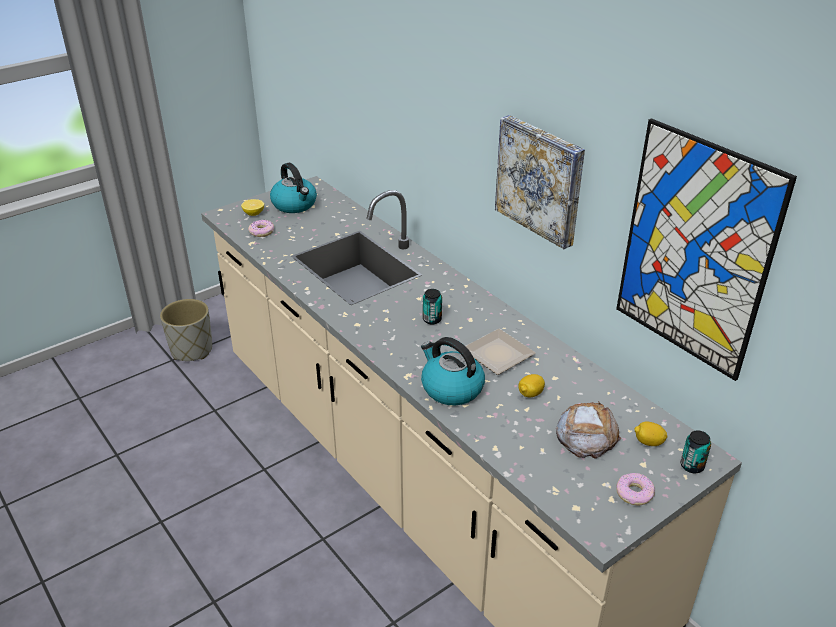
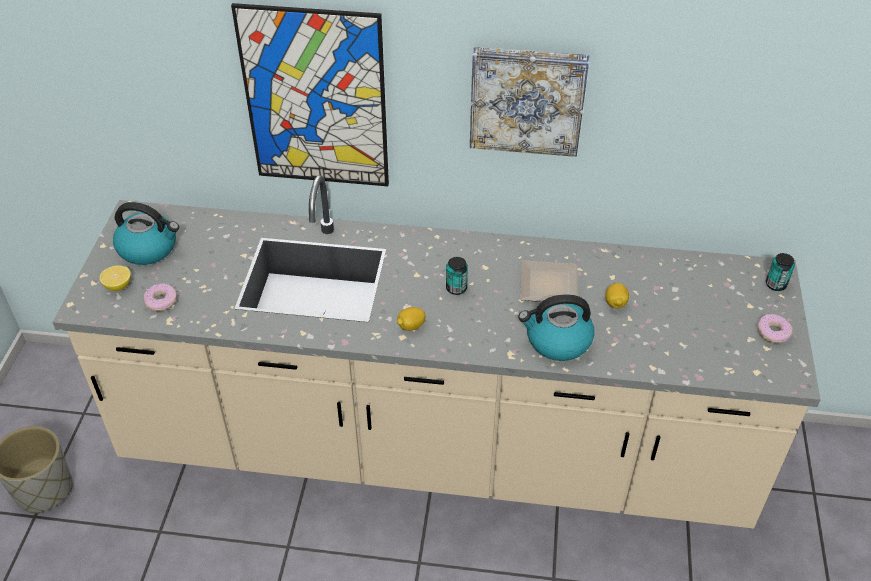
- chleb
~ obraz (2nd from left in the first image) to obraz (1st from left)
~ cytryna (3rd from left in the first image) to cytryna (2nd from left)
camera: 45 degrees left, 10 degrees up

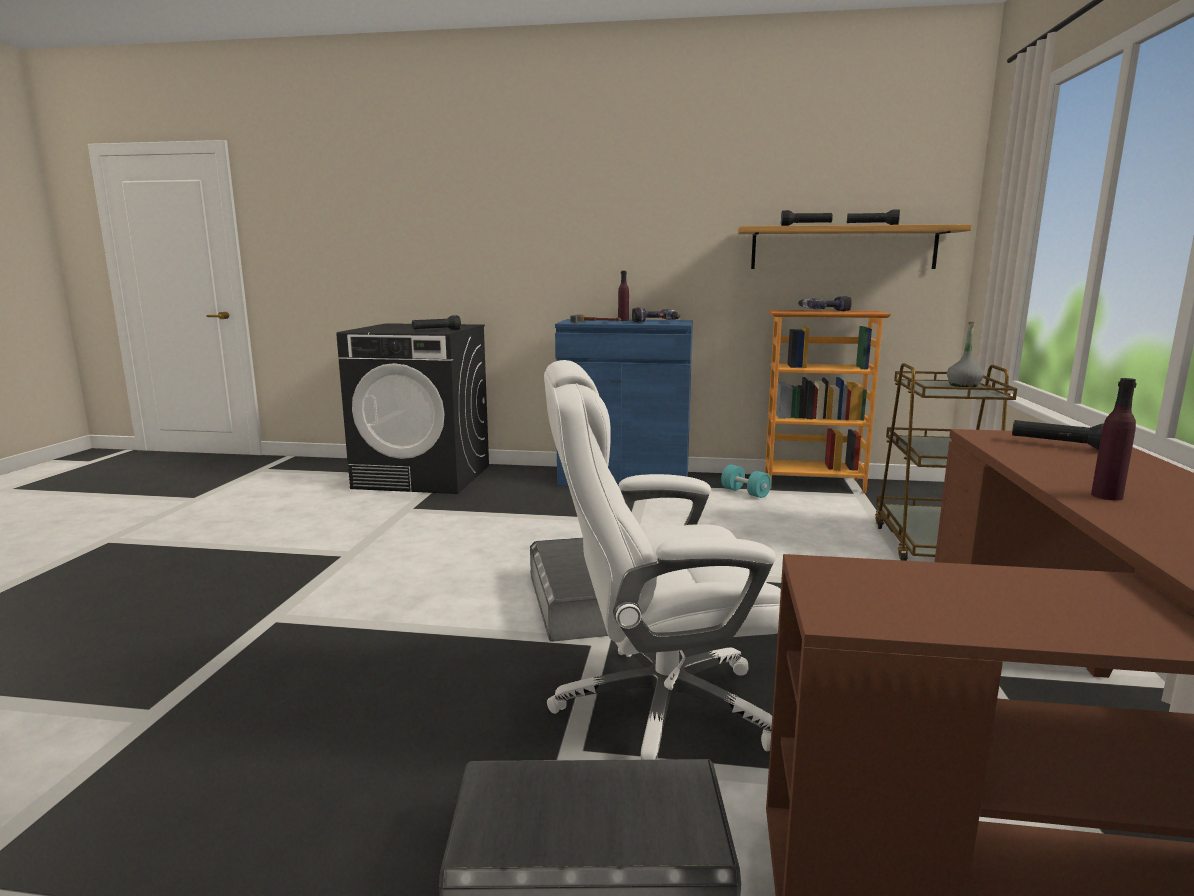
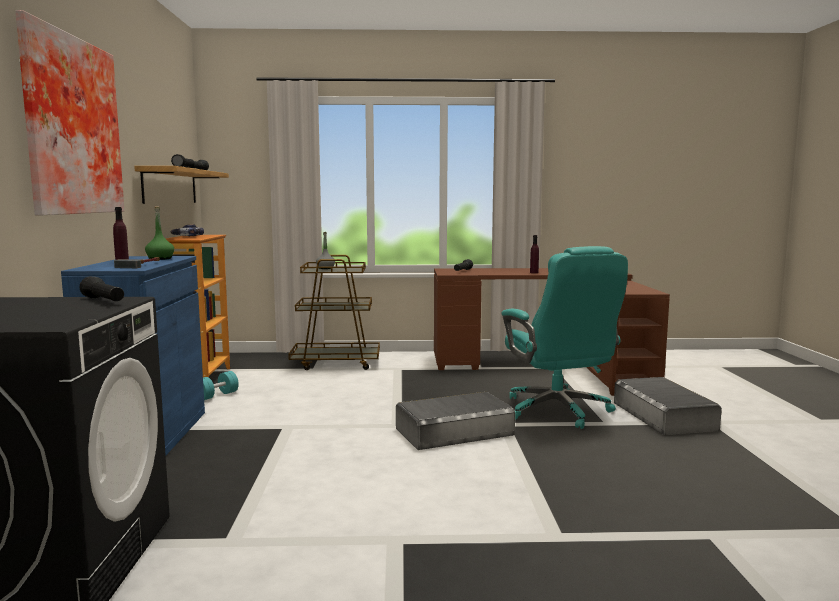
~ krzesło biurowe/biały to krzesło biurowe/turkusowy
~ wiertarka (1st from left) to butelka/zielony
+ obraz
camera: 100 degrees left, 5 degrees down

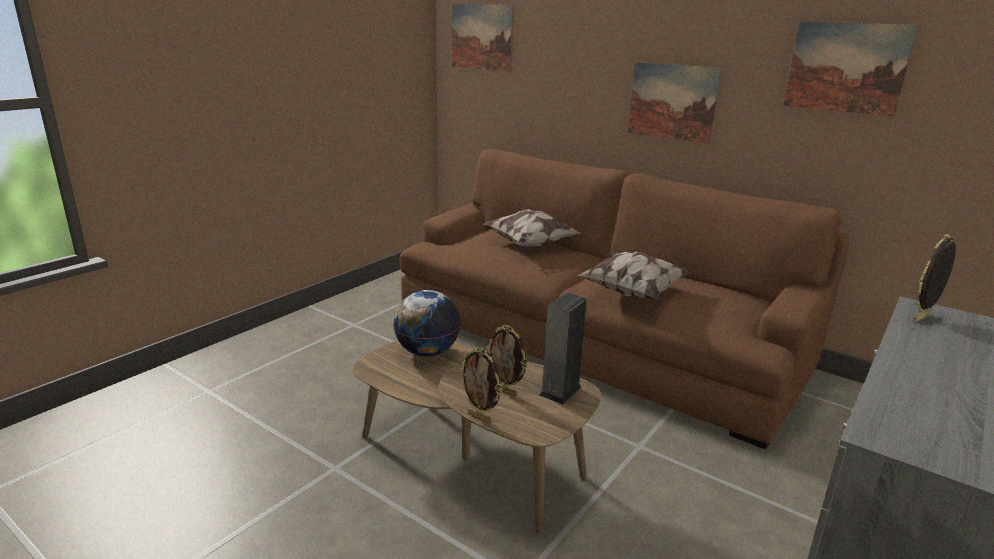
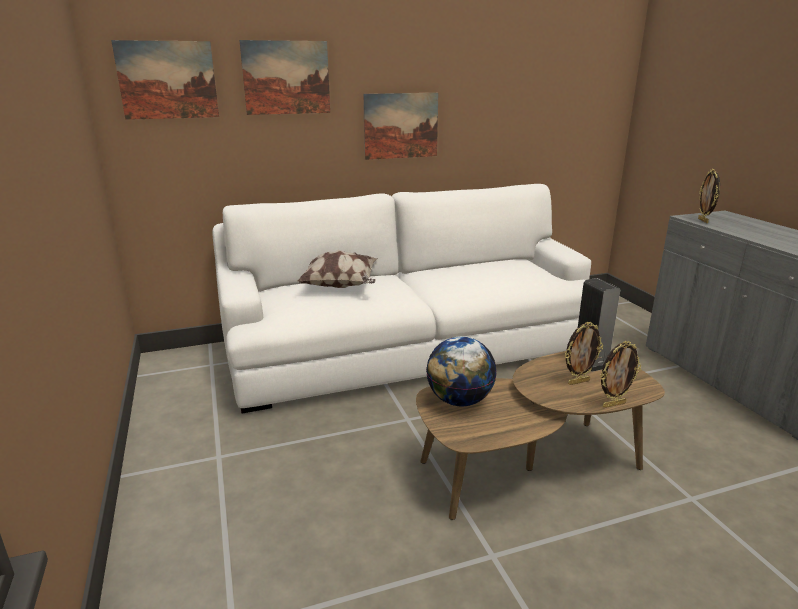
~ kanapa/brązowy to kanapa/biały
- poduszka (2nd from left)
~ obraz (3rd from left in the first image) to obraz (2nd from left)
camera: 55 degrees left, 0 degrees up

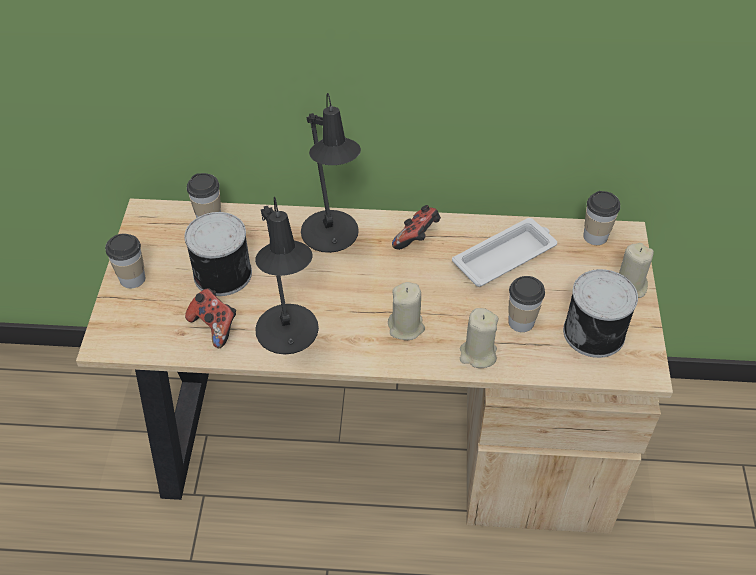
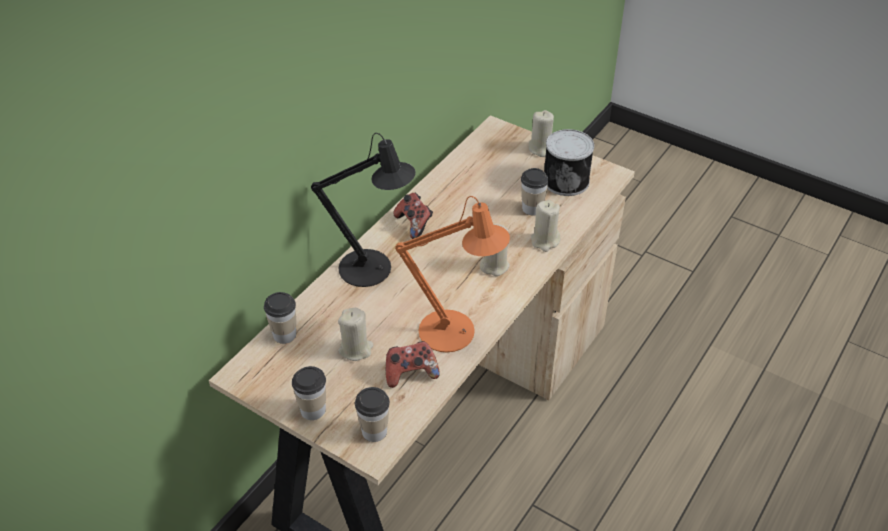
~ puszka (1st from left) to świeca/beżowy (1st from left)
~ lampa stołowa/czarny (1st from left) to lampa stołowa/pomarańczowy
- taca/biały
~ filiżanka (4th from left in the first image) to filiżanka (3rd from left)
camera: 60 degrees left, 5 degrees down

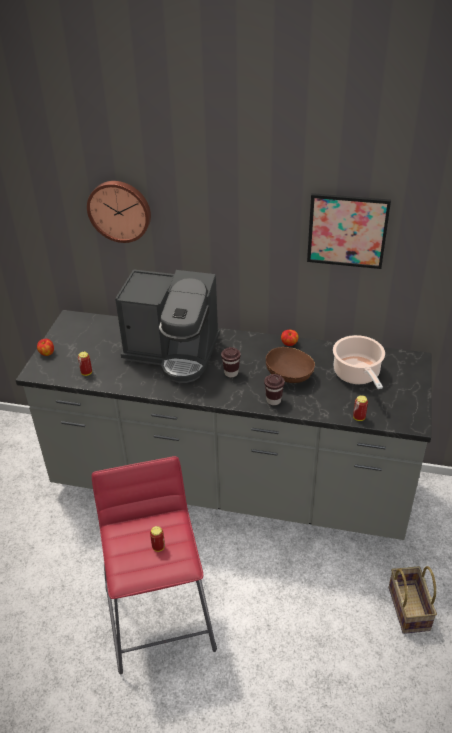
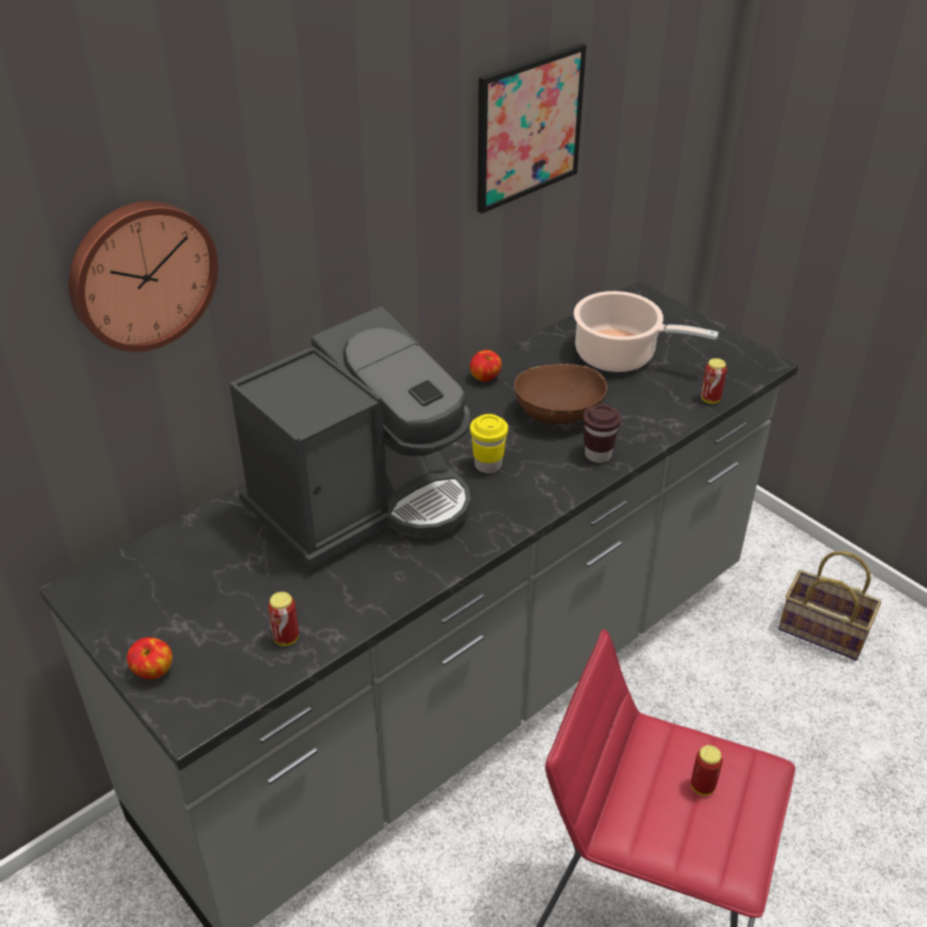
~ filiżanka/brązowy (1st from left) to filiżanka/żółty
camera: 55 degrees left, 0 degrees up

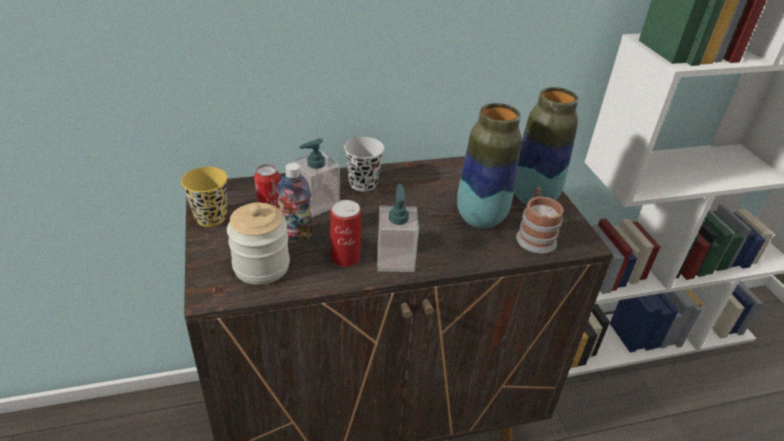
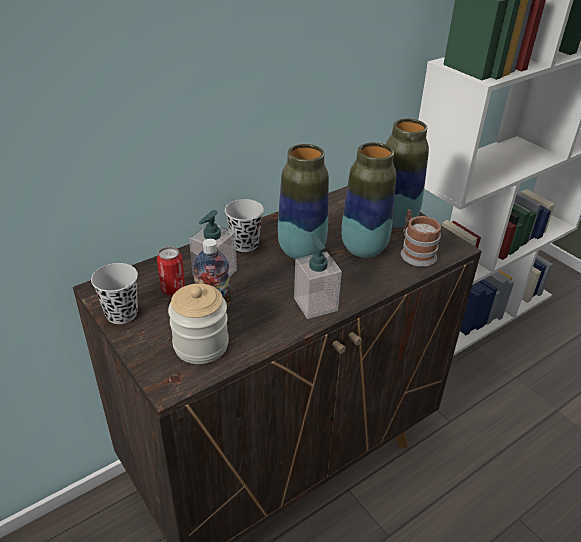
~ filiżanka/żółty to filiżanka/czarny (1st from left)
- puszka (2nd from left)
+ wazon (1st from left)
camera: 20 degrees left, 0 degrees up

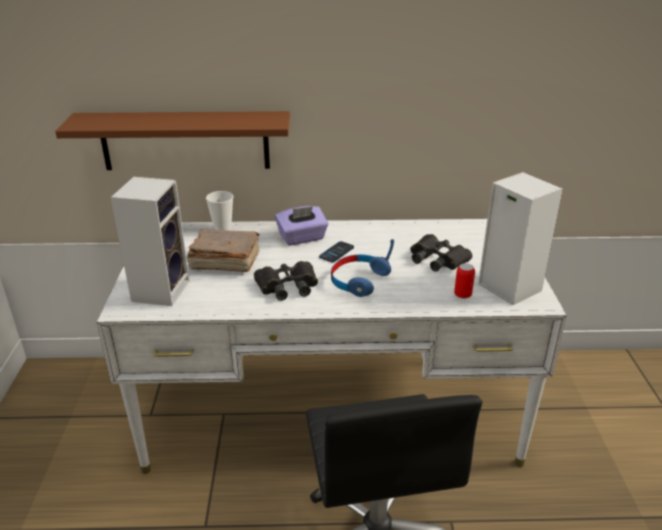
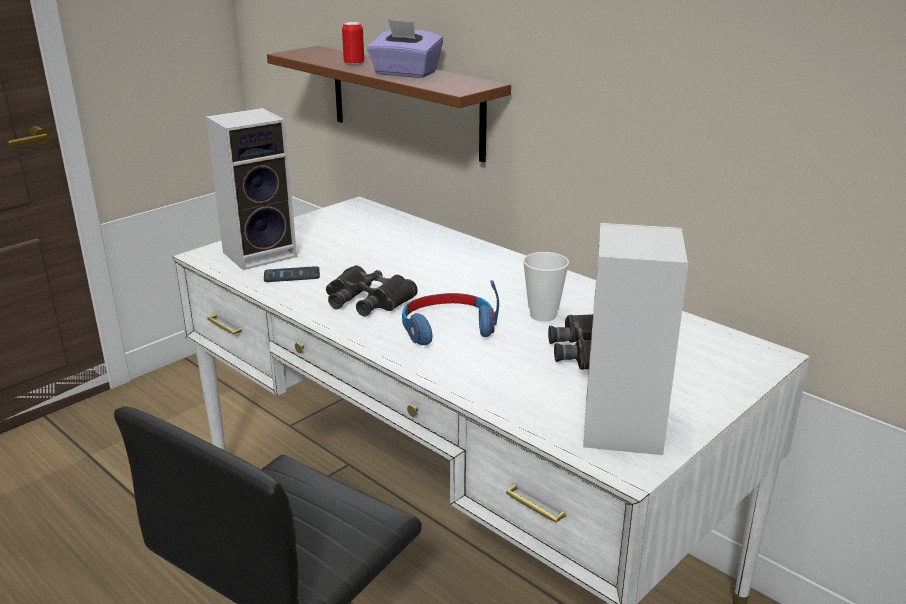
- książka/brązowy
~ filiżanka
~ pudełko chusteczek/fioletowy
~ telefon
~ puszka
camera: 45 degrees right, 5 degrees down

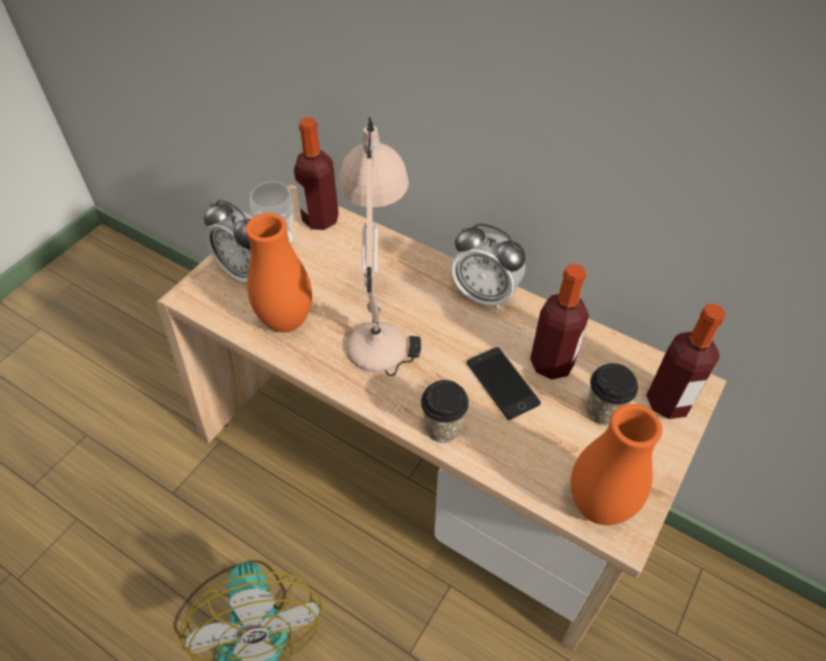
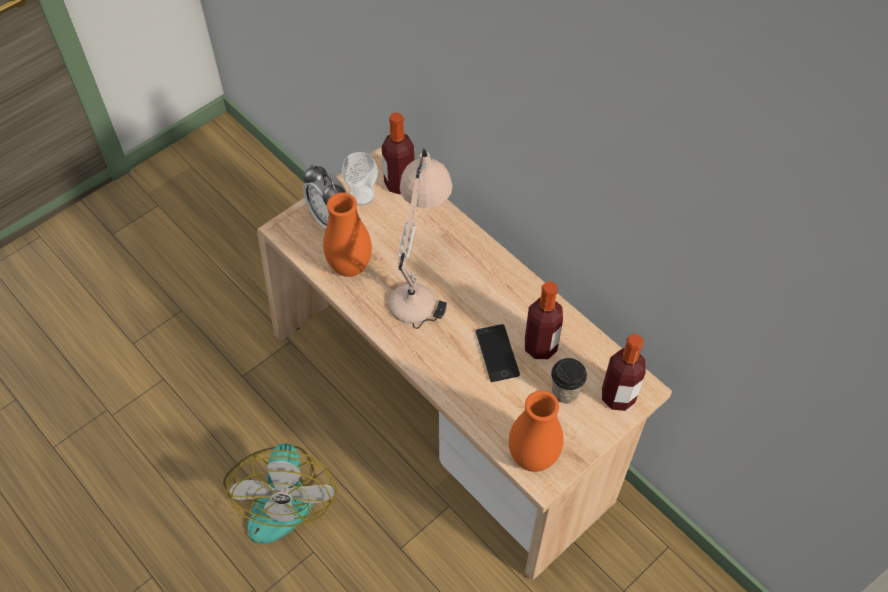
- filiżanka (2nd from left)
- budzik (2nd from left)
camera: 15 degrees right, 5 degrees up

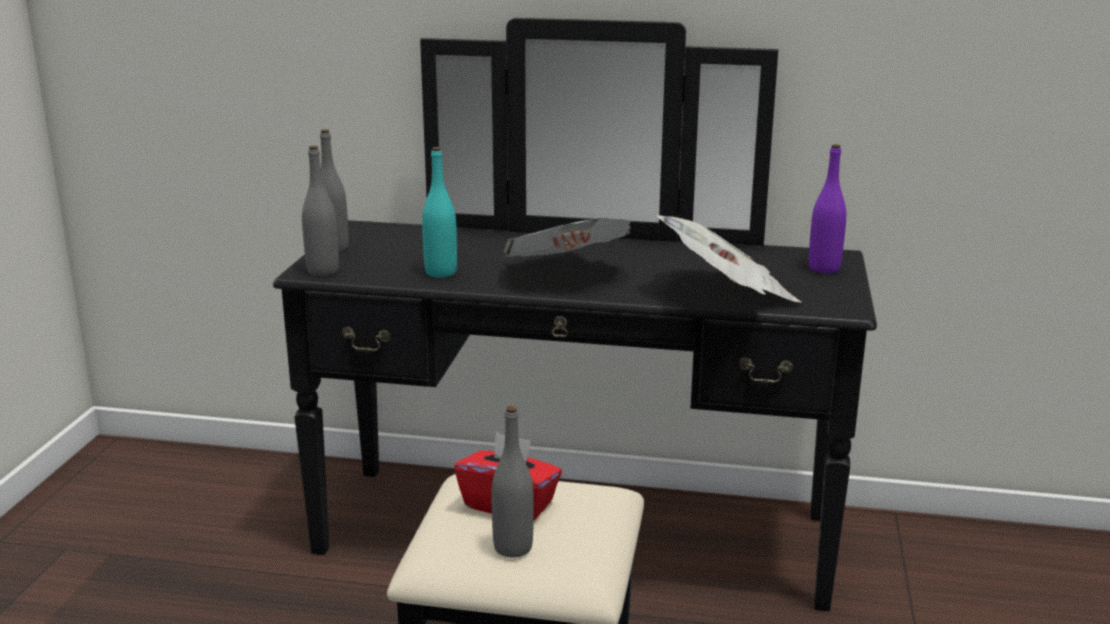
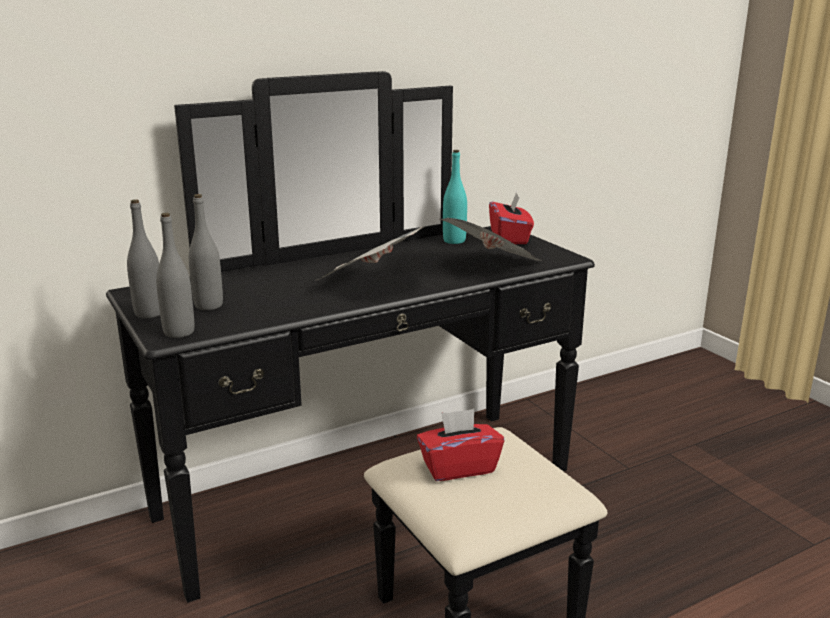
~ butelka/turkusowy
~ butelka/szary (3rd from left)
~ butelka/fioletowy to pudełko chusteczek/czerwony (2nd from left)
camera: 40 degrees left, 0 degrees up

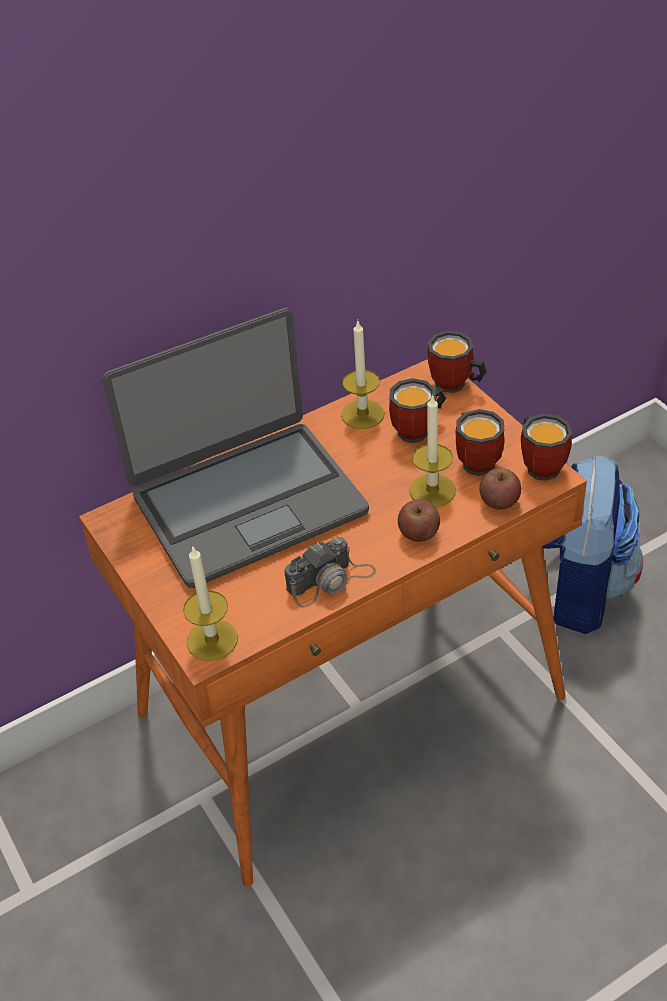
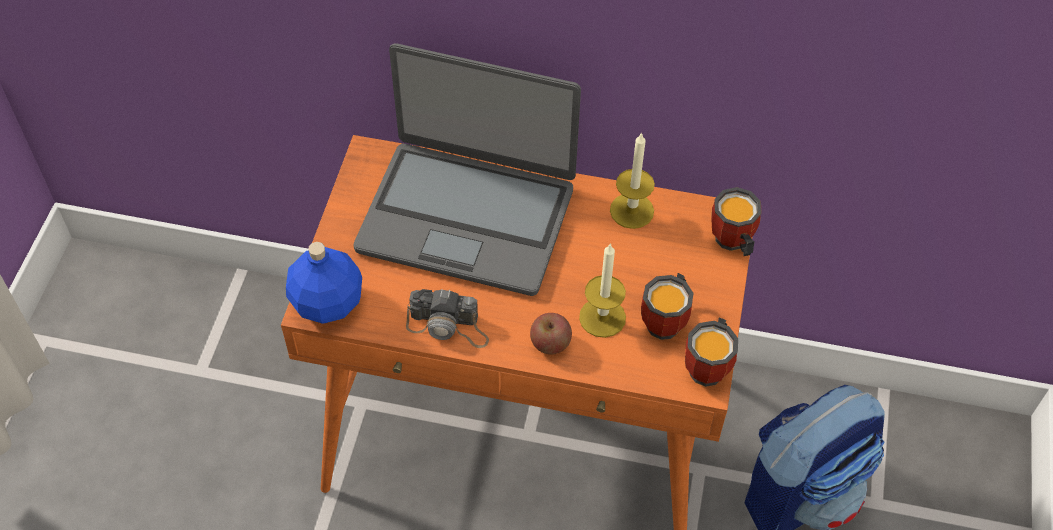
~ świeca (1st from left) to butelka/niebieski
- kubek (1st from left)
- jabłko (2nd from left)
camera: 40 degrees right, 10 degrees up

